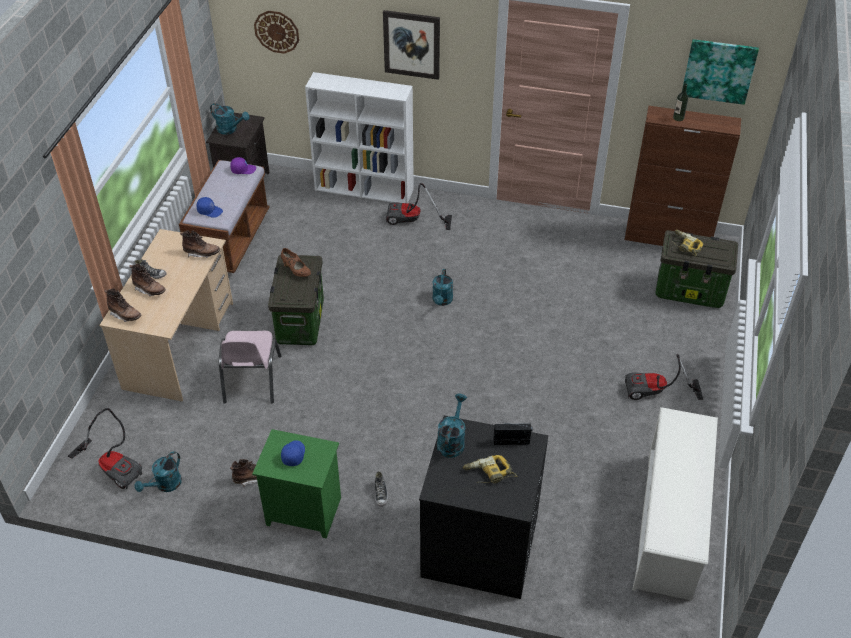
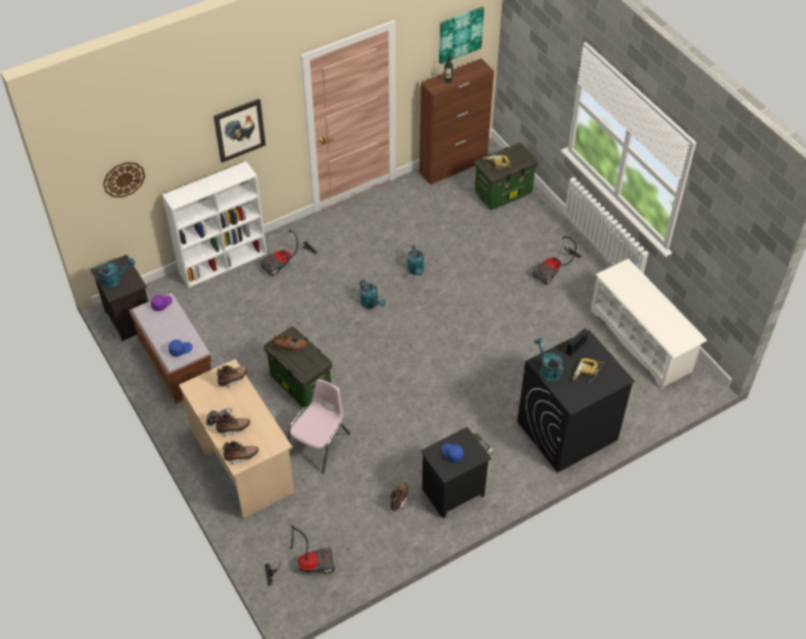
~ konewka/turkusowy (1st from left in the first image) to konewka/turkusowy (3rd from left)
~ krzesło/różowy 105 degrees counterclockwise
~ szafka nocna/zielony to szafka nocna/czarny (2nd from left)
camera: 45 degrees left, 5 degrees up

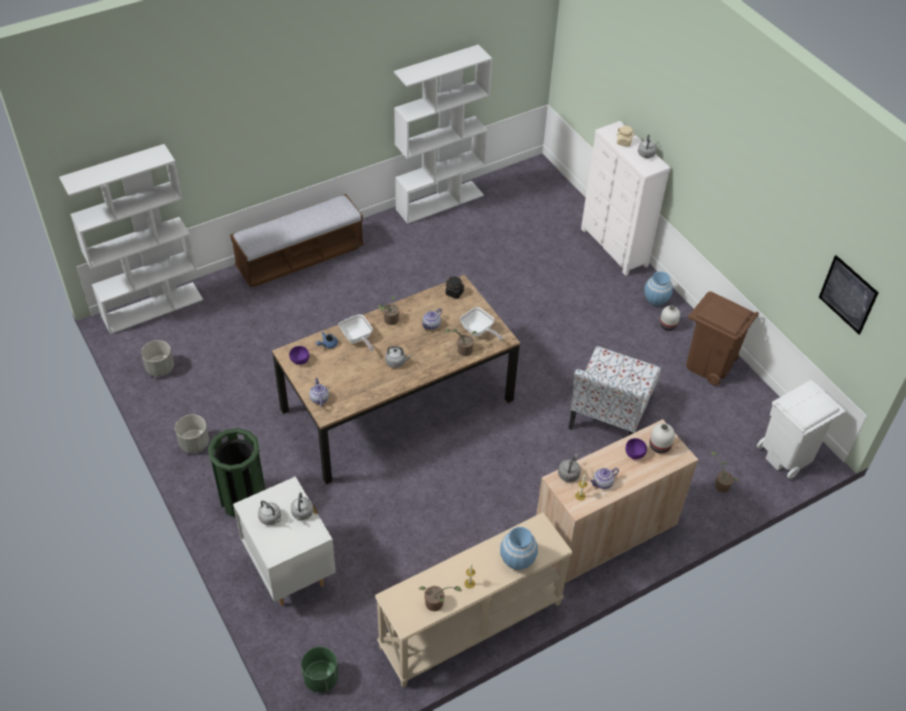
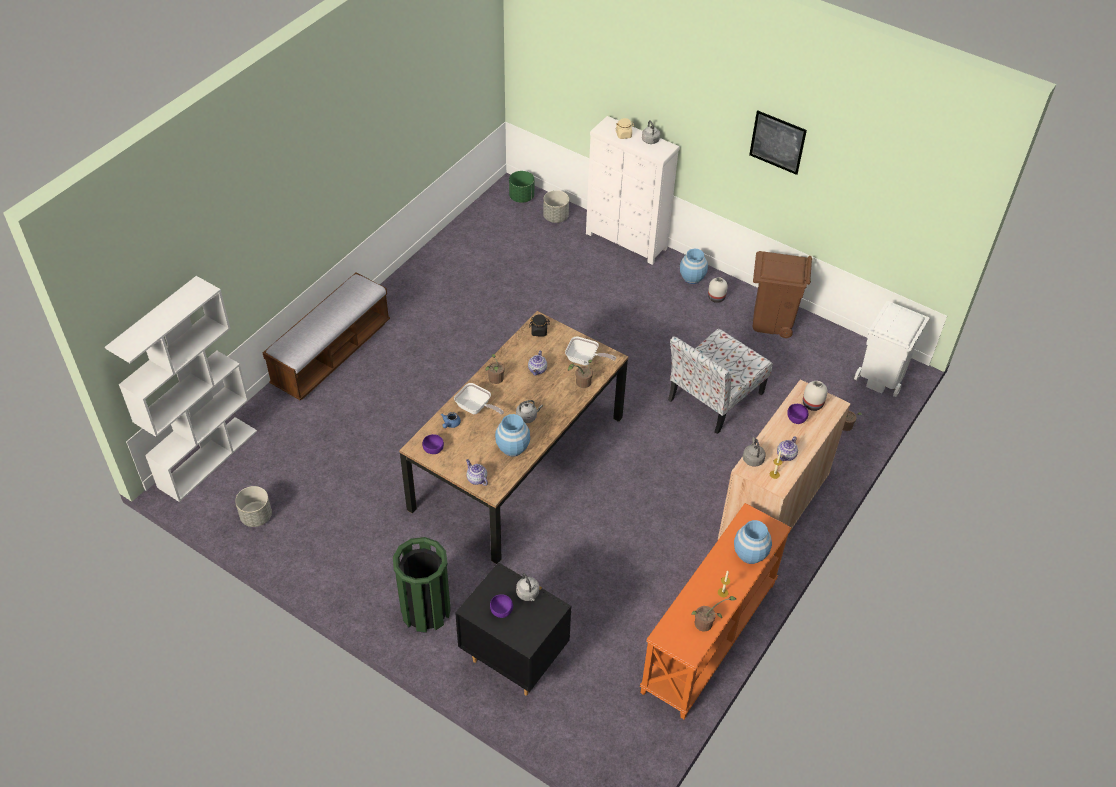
~ donica/szary (2nd from left)
~ szafka nocna/biały to szafka nocna/czarny
~ czajnik/szary (1st from left) to miska/fioletowy (2nd from left)
~ donica/zielony
~ stolik konsolowy/beżowy to stolik konsolowy/pomarańczowy
- regał/biały (2nd from left)
~ krzesło 45 degrees clockwise
~ obraz
+ wazon/niebieski (1st from left)
camera: 25 degrees left, 0 degrees up

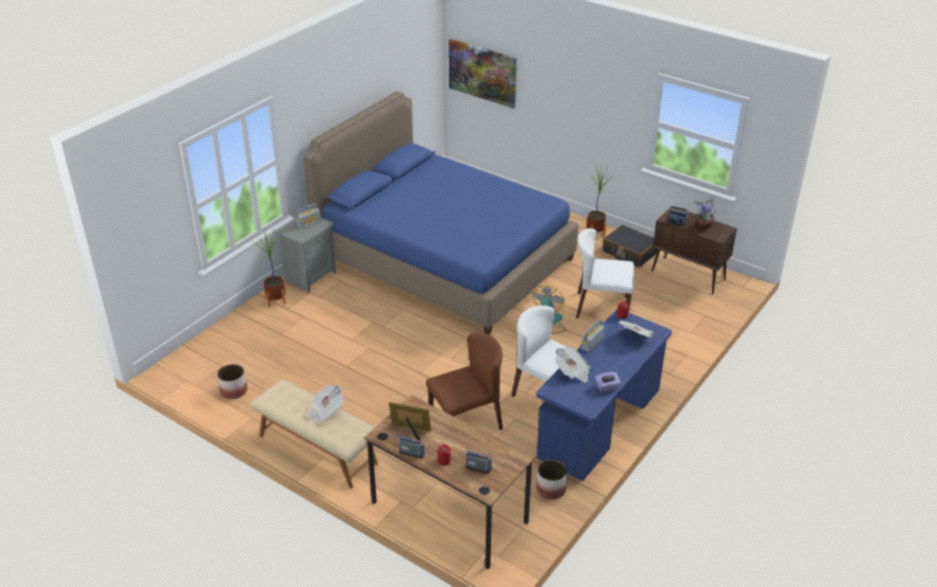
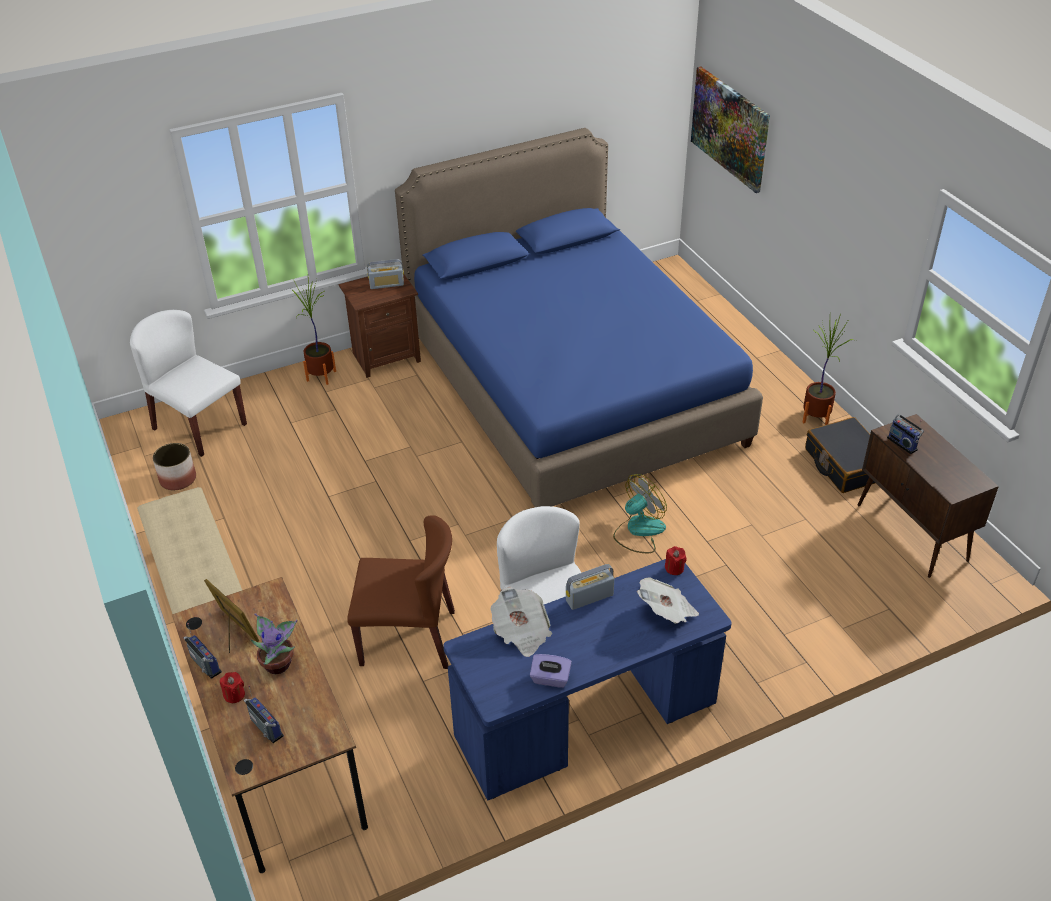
~ szafka nocna/szary to szafka nocna/brązowy
- gazeta (1st from left)
- donica (2nd from left)
~ krzesło/biały (2nd from left in the first image) to krzesło/biały (1st from left)
~ roślina doniczkowa (3rd from left in the first image) to roślina doniczkowa (1st from left)
camera: 30 degrees right, 5 degrees up

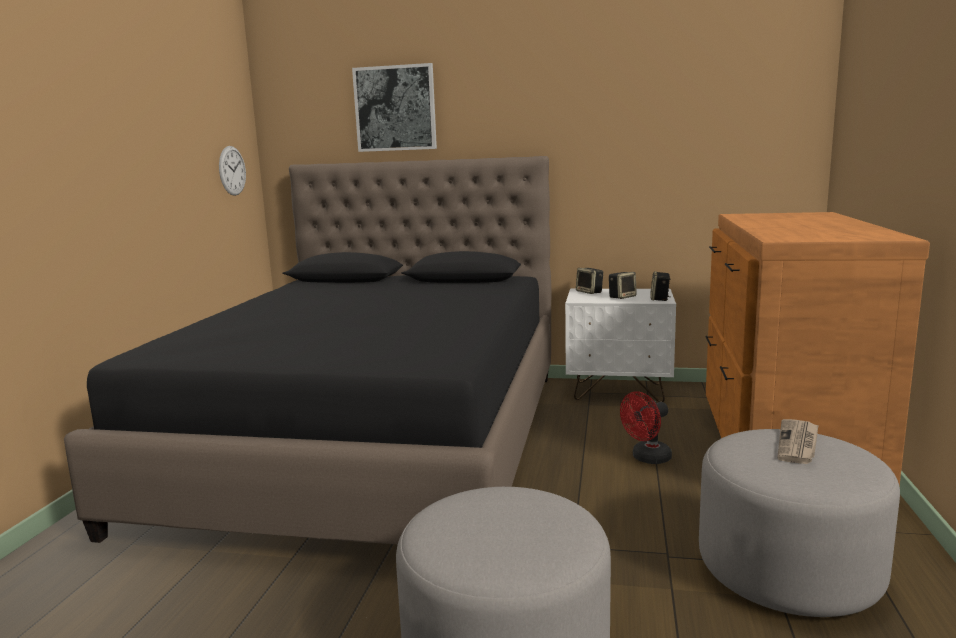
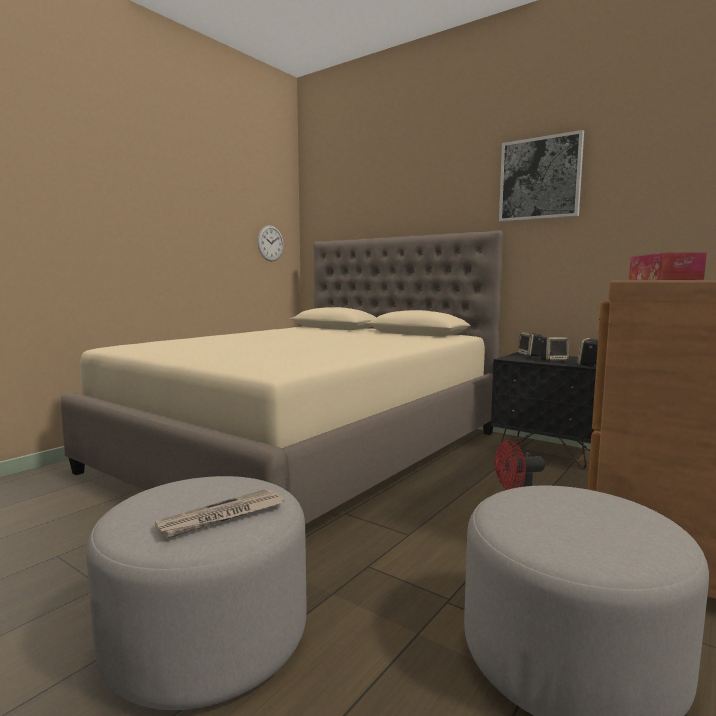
~ łóżko/czarny to łóżko/beżowy
~ obraz
~ szafka nocna/biały to szafka nocna/czarny
~ gazeta
+ pudełko chusteczek
camera: 25 degrees right, 5 degrees down

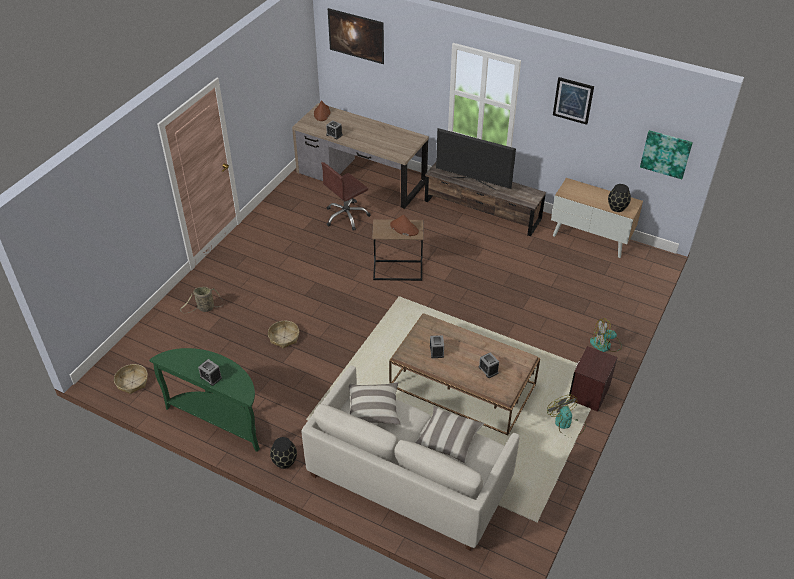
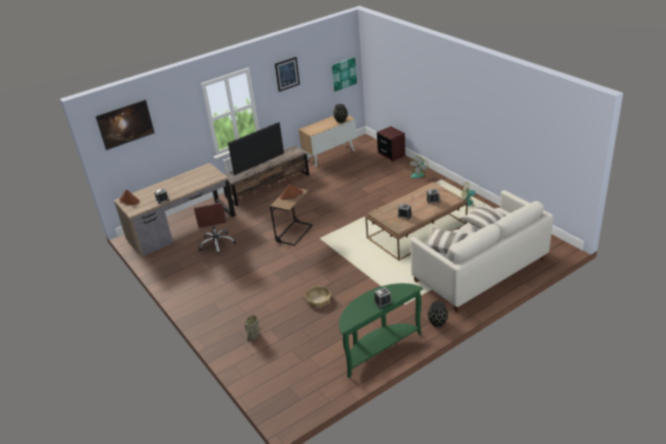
- koszyk (1st from left)
~ szafka nocna/brązowy
camera: 60 degrees left, 10 degrees down

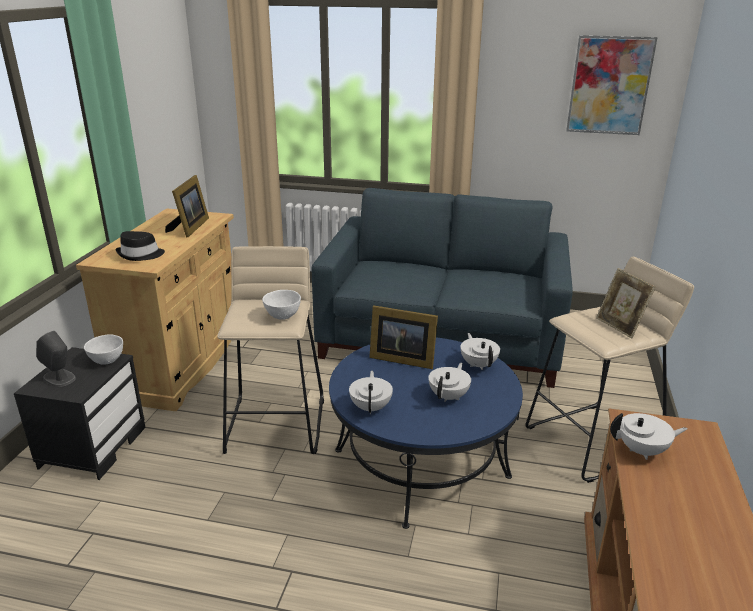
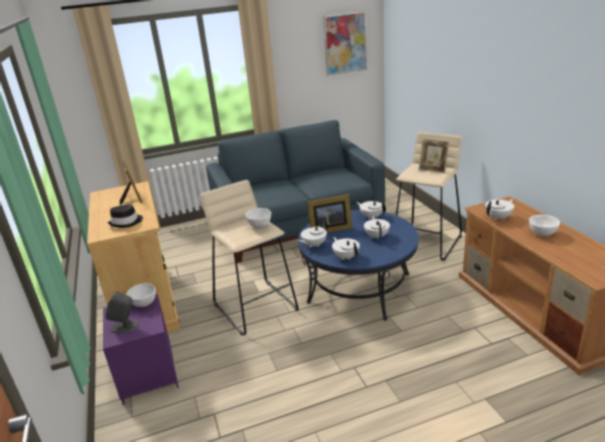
~ szafka nocna/czarny to szafka nocna/fioletowy
+ imbryk/biały (1st from left)
+ miska/biały (3rd from left)
camera: 30 degrees left, 0 degrees up

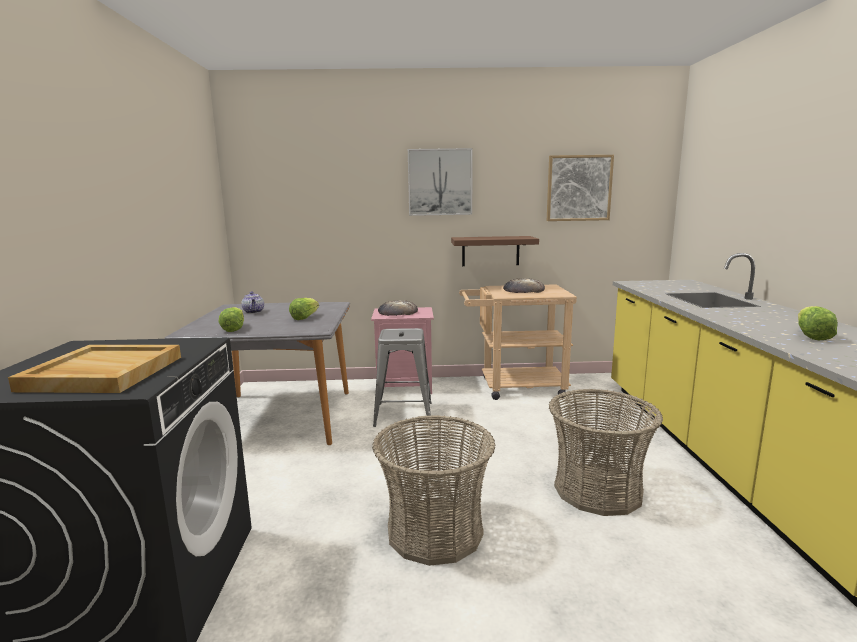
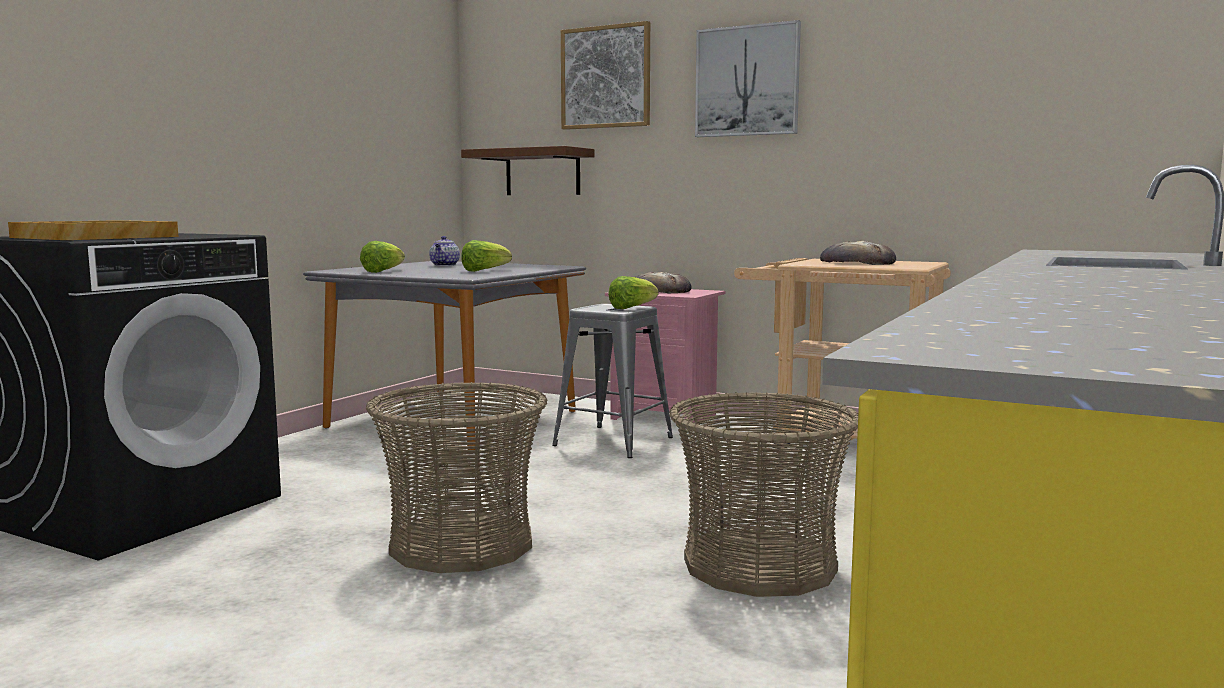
~ półka/brązowy
~ obraz (2nd from left in the first image) to obraz (1st from left)
~ sałata (3rd from left)
camera: 30 degrees right, 5 degrees down

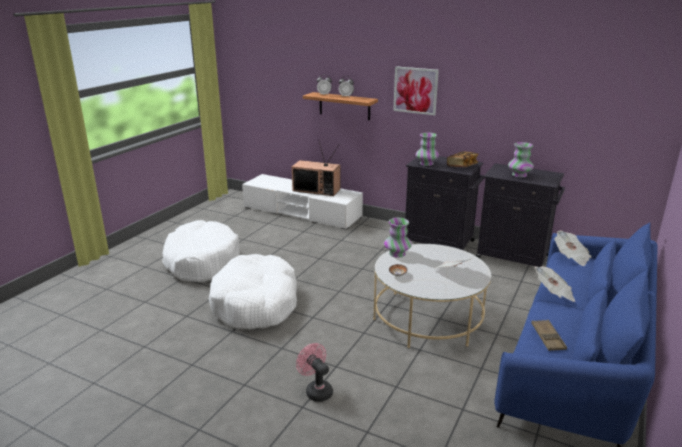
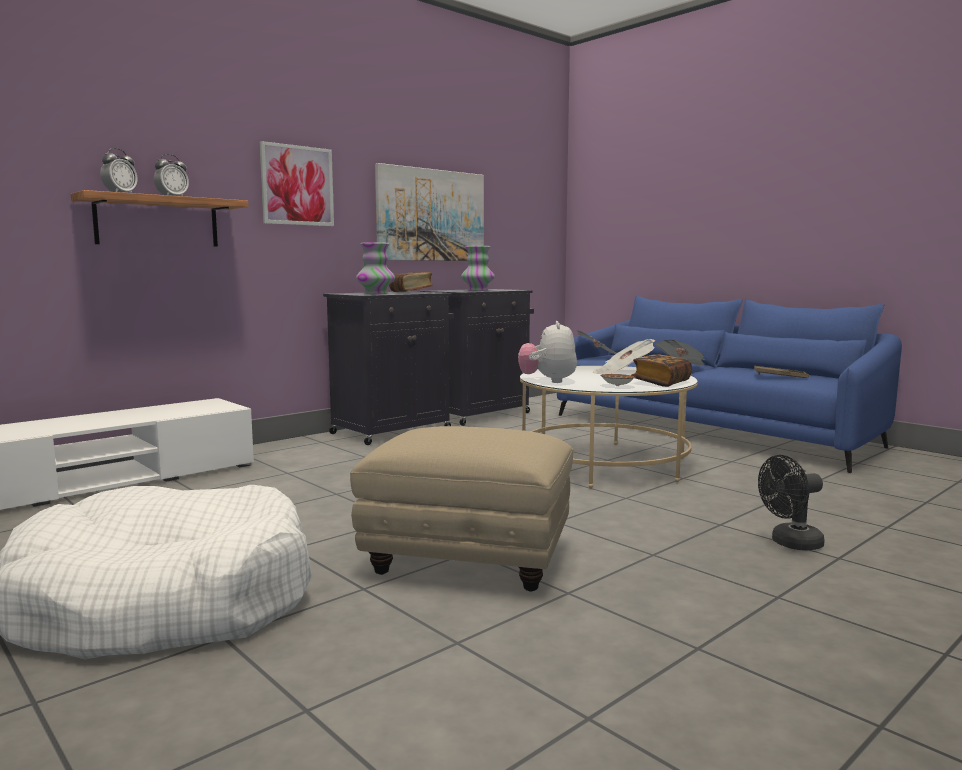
~ legowisko/biały (2nd from left) to pufa/beżowy
- telewizor
~ wentylator/różowy to wentylator/czarny
~ wazon (1st from left) to pluszak
+ obraz (2nd from left)
+ książka (2nd from left)
camera: 70 degrees left, 15 degrees down

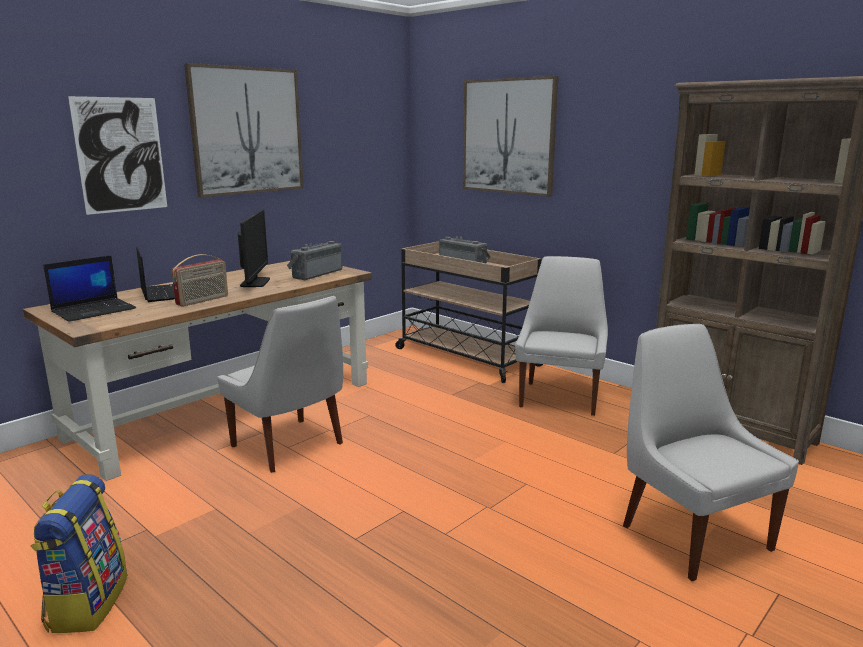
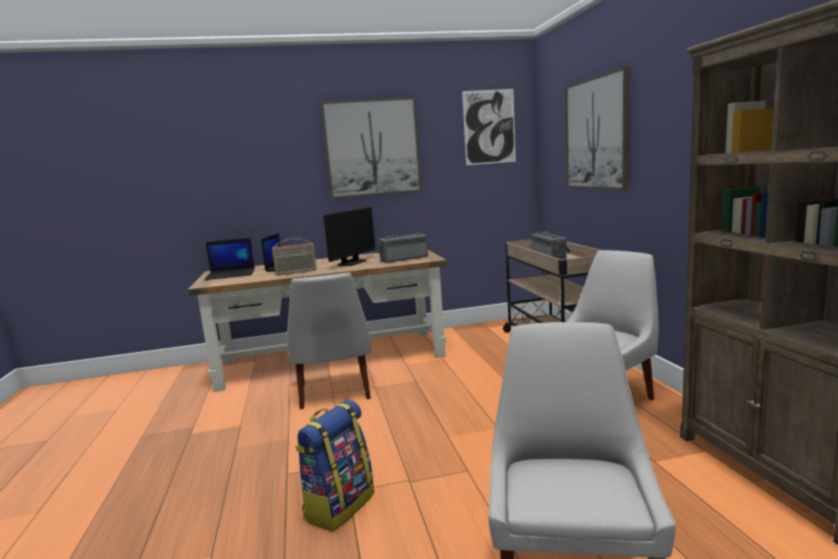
~ plecak
~ obraz (1st from left in the first image) to obraz (2nd from left)
camera: 35 degrees right, 5 degrees down

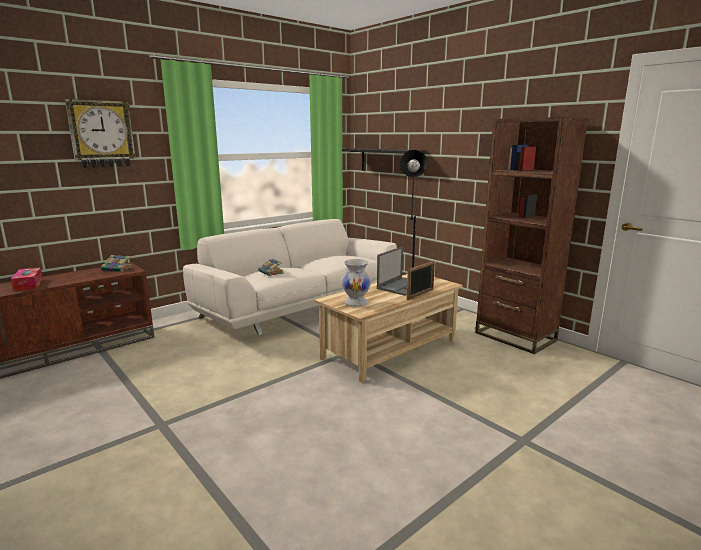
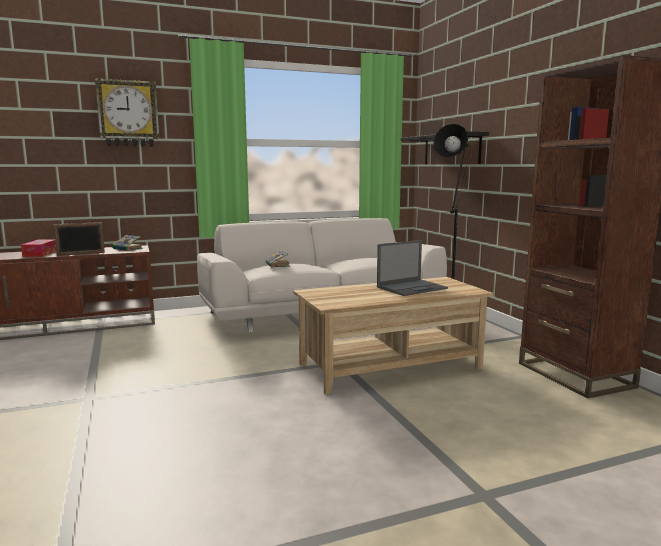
- wazon/biały
~ ramka na zdjęcie
camera: 20 degrees right, 5 degrees down

